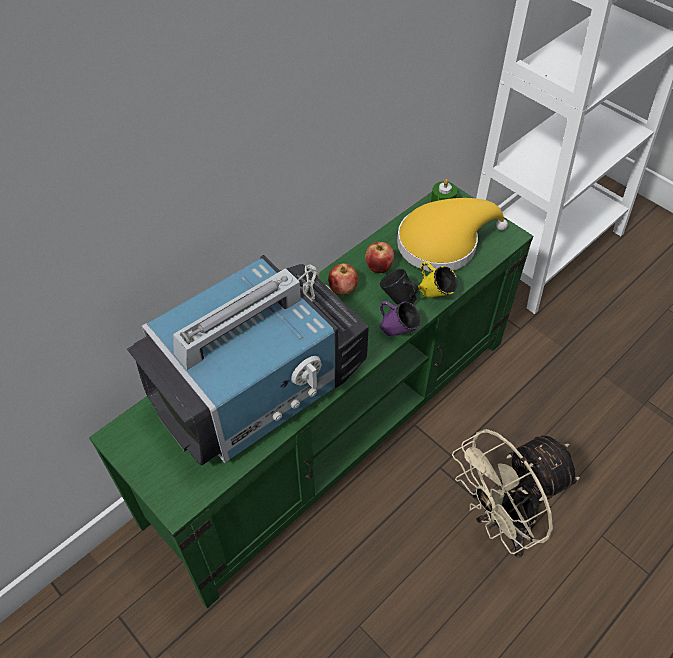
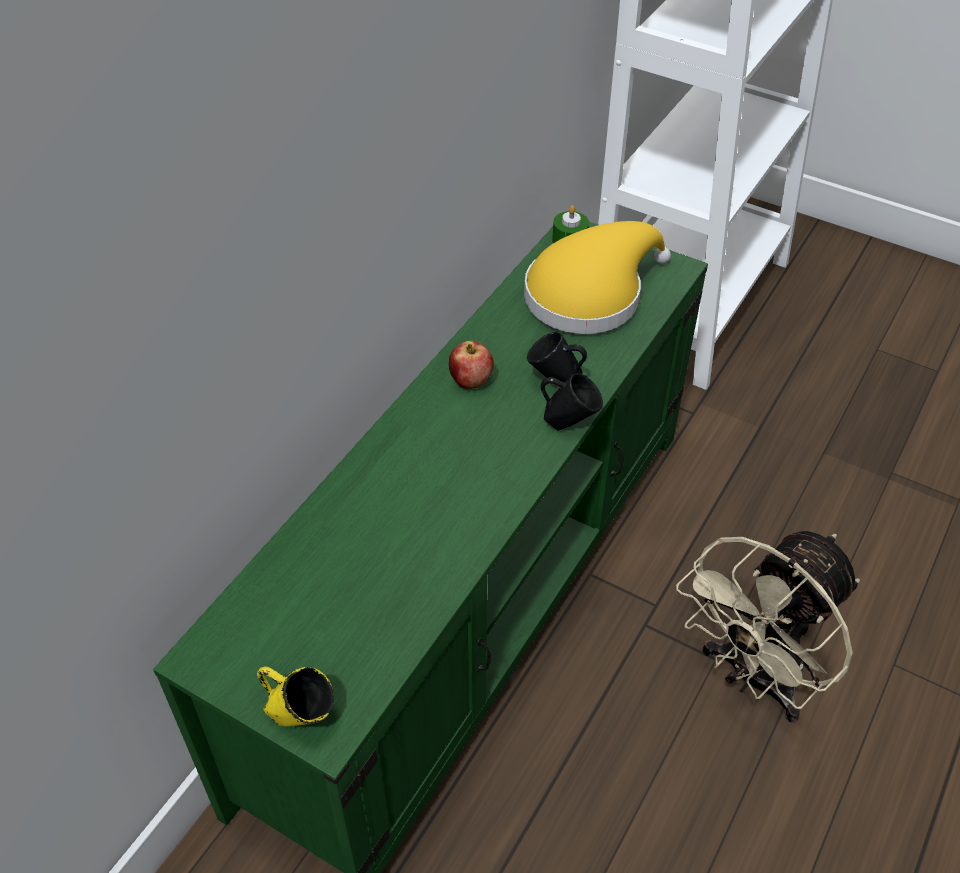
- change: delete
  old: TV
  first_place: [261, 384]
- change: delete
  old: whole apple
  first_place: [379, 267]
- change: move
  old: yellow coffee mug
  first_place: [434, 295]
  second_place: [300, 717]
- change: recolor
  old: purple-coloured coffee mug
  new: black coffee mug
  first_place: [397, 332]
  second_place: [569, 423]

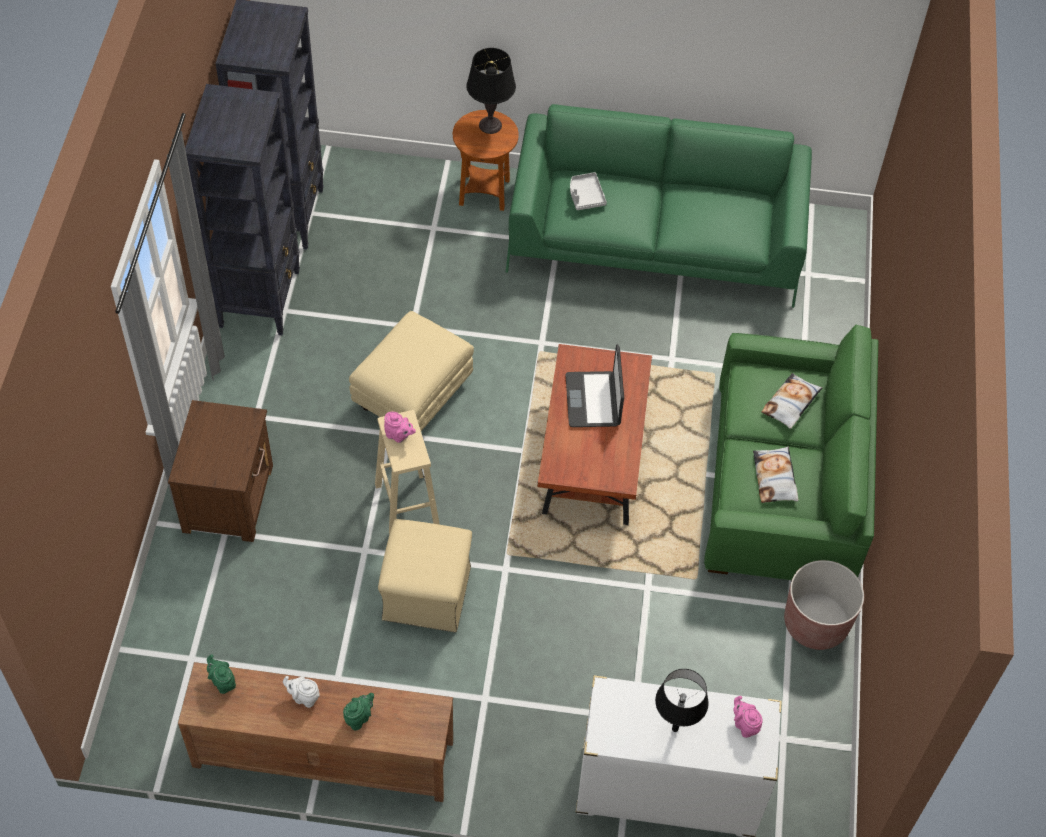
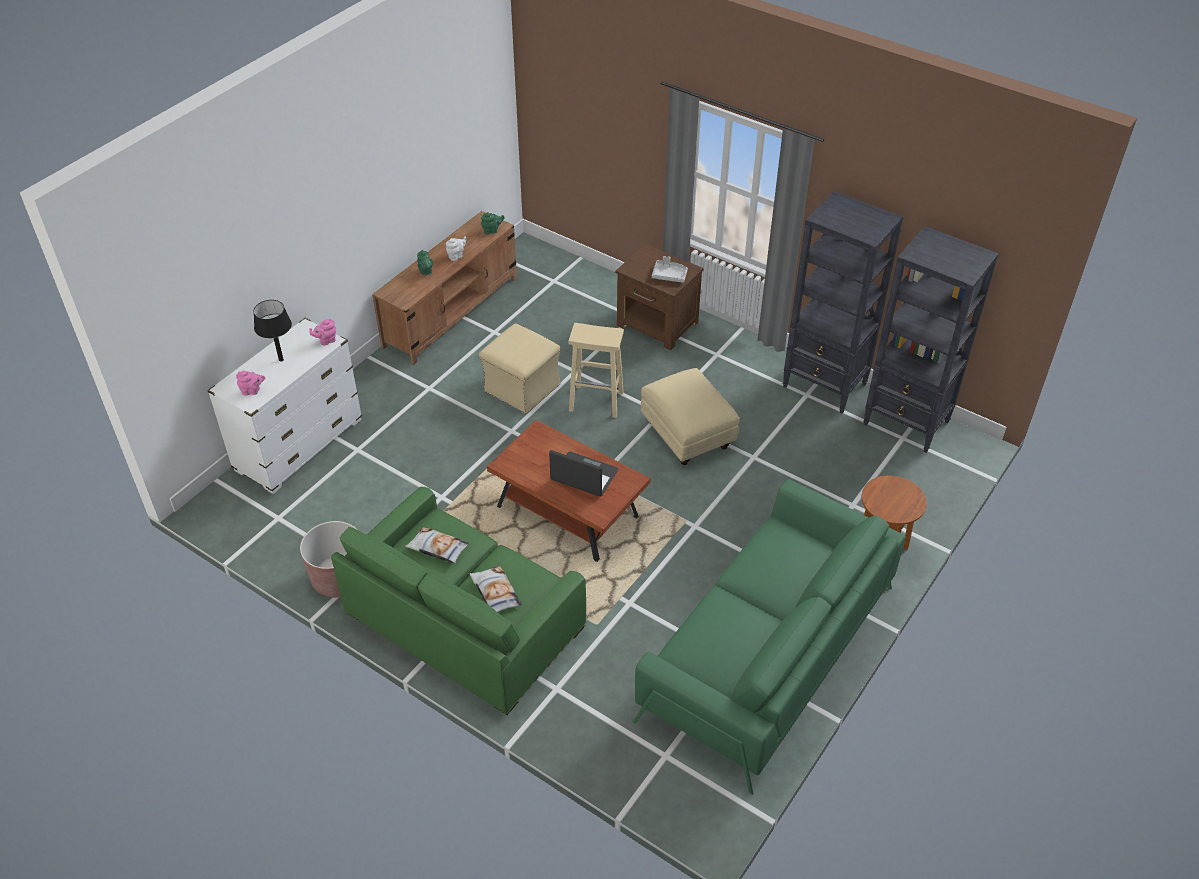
- change: delete
  old: black tabletop lamp
  first_place: [490, 125]
- change: move
  old: pink pot for tea
  first_place: [398, 436]
  second_place: [326, 340]
- change: move
  old: greyish serving tray
  first_place: [585, 196]
  second_place: [669, 275]

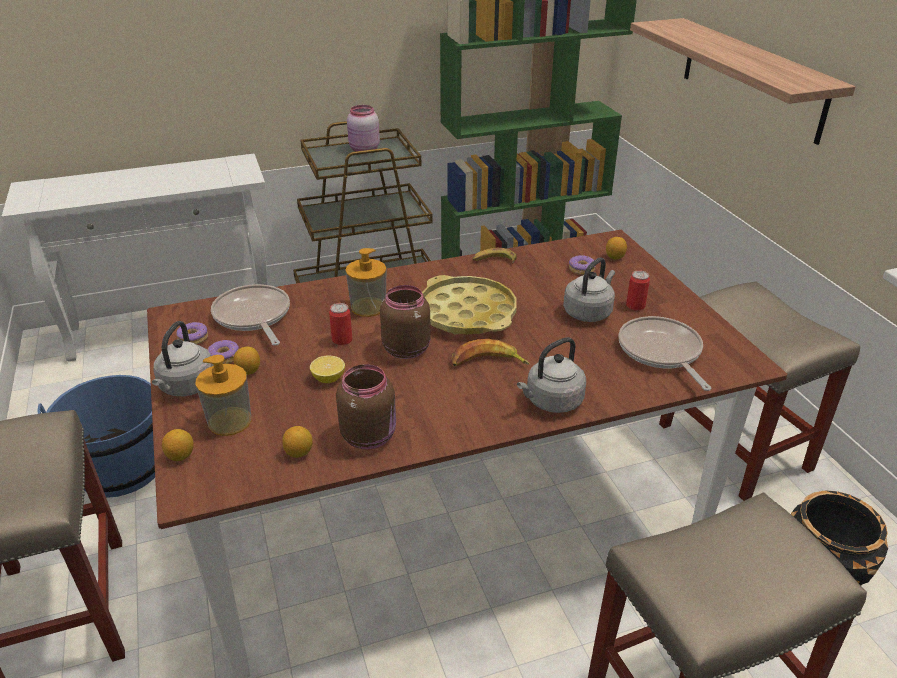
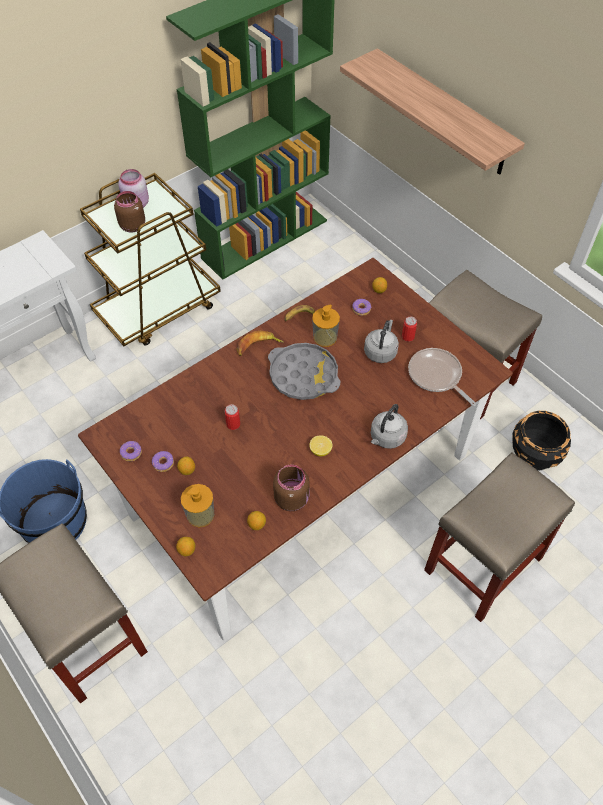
- change: delete
  old: greyish tea kettle
  first_place: [186, 387]
- change: delete
  old: pan
  first_place: [253, 317]
- change: move
  old: lemon
  first_place: [328, 378]
  second_place: [320, 450]
- change: move
  old: soap dispenser
  first_place: [368, 307]
  second_place: [325, 337]
- change: move
  old: brownish preserve jar
  first_place: [406, 349]
  second_place: [132, 225]
- change: move
  old: whole banana
  first_place: [487, 362]
  second_place: [258, 346]
- change: recolor
  old: yellow serving tray
  new: greyish serving tray
  first_place: [467, 313]
  second_place: [303, 375]

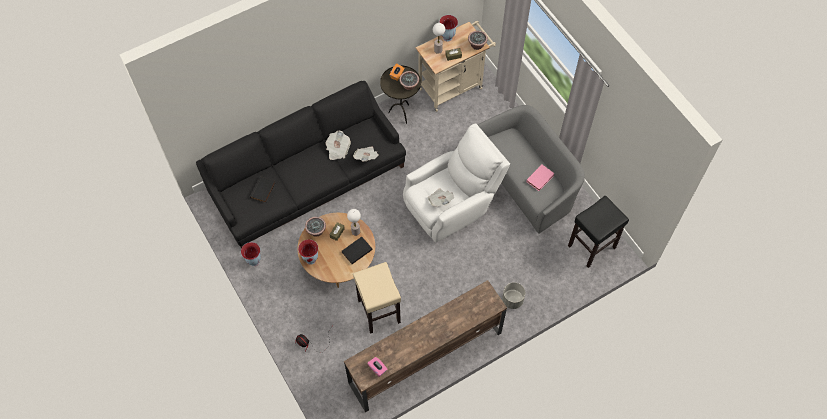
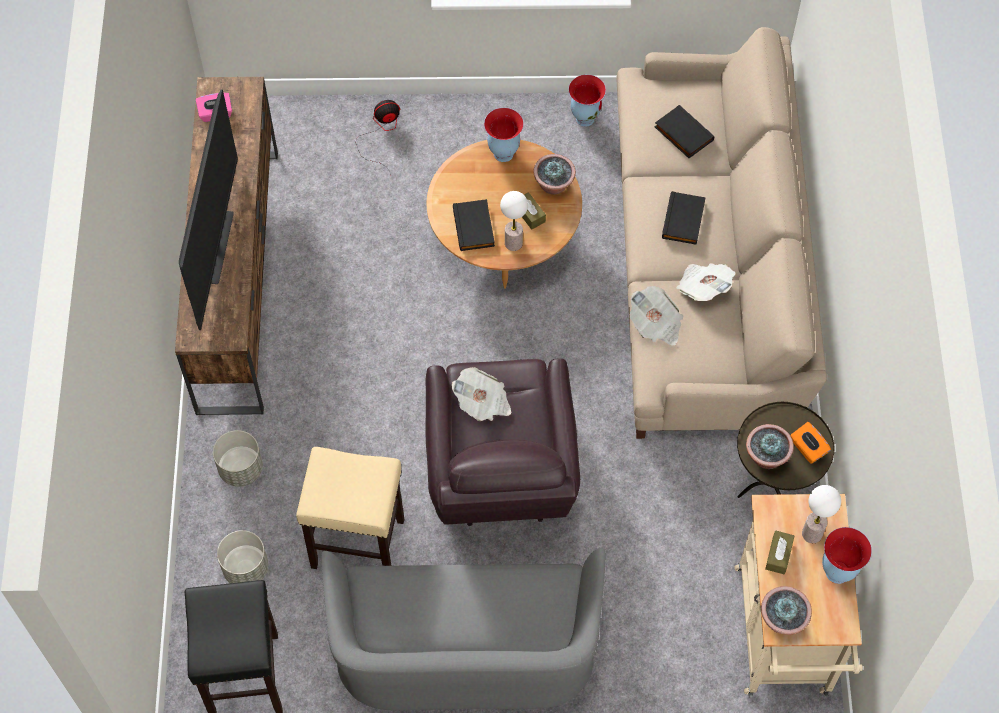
- change: delete
  old: pink volume
  first_place: [540, 179]
- change: insert
  new: TV
  second_place: [218, 247]
- change: insert
  new: greyish planter
  second_place: [246, 568]
- change: insert
  new: black volume
  second_place: [684, 220]
- change: move
  old: beige stool
  first_place: [378, 310]
  second_place: [359, 543]
- change: recolor
  old: black settee
  new: beige settee
  first_place: [307, 179]
  second_place: [705, 265]
- change: recolor
  old: white-coloured lounge chair
  new: brownish lounge chair
  first_place: [452, 203]
  second_place: [501, 478]

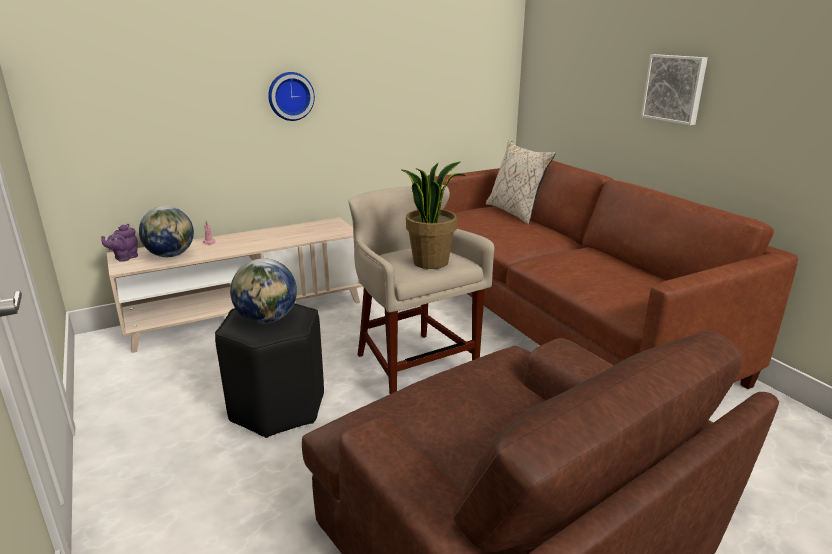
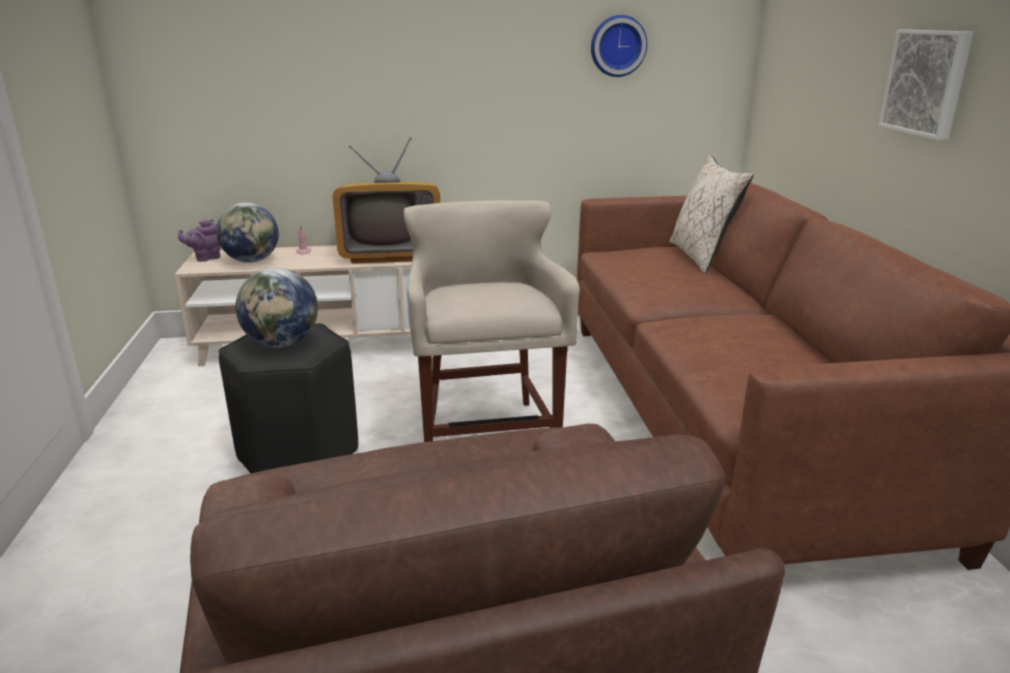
- change: delete
  old: plant in a pot
  first_place: [431, 262]
- change: insert
  new: TV
  second_place: [391, 253]
- change: move
  old: wall clock
  first_place: [290, 96]
  second_place: [617, 46]

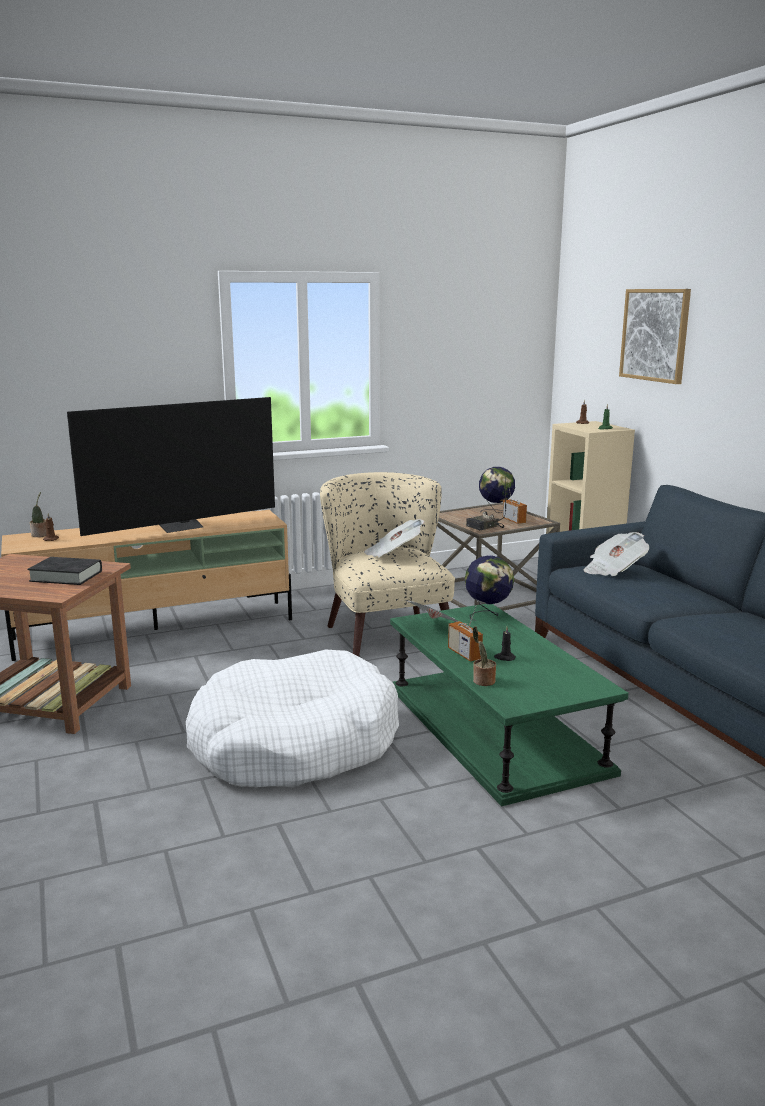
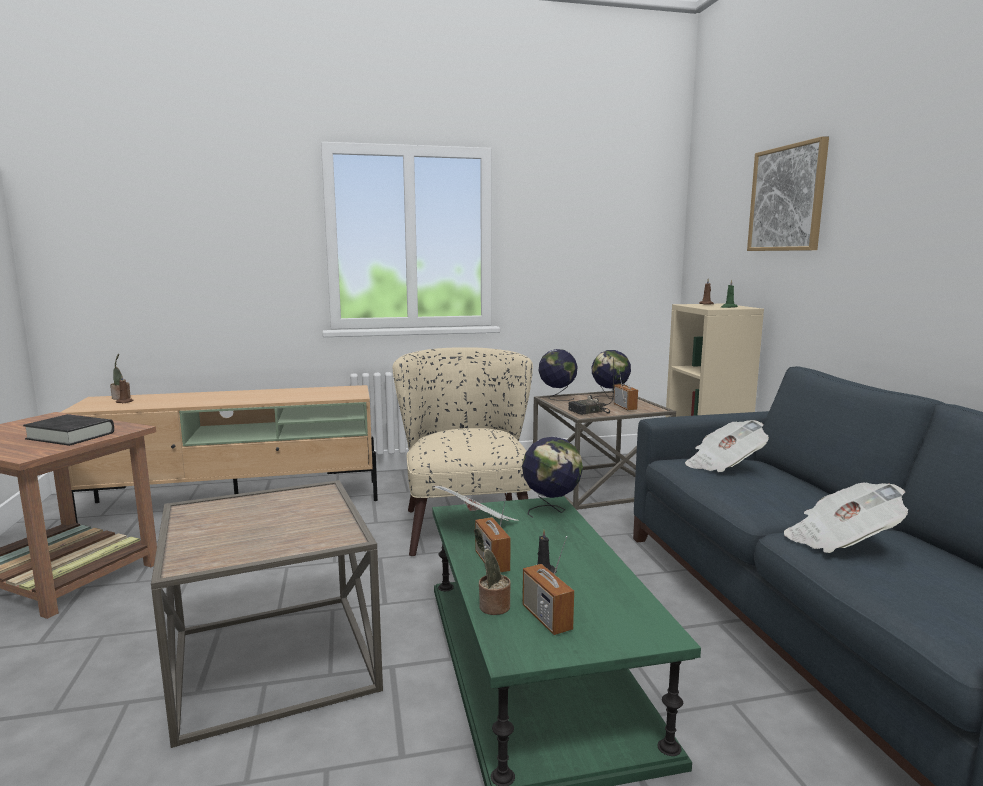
- change: delete
  old: TV
  first_place: [181, 527]
- change: insert
  new: radio set
  second_place: [546, 618]
- change: insert
  new: desk globe
  second_place: [557, 398]
- change: move
  old: newspaper
  first_place: [393, 553]
  second_place: [840, 541]
- change: replace
  old: white-coloured pet bed
  new: brownish accent table
  first_place: [294, 743]
  second_place: [275, 659]

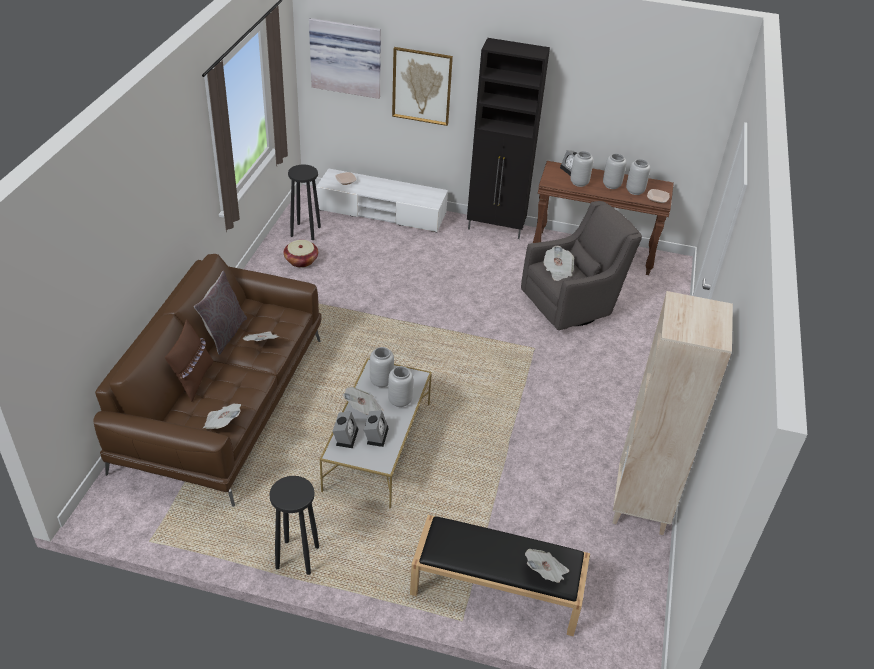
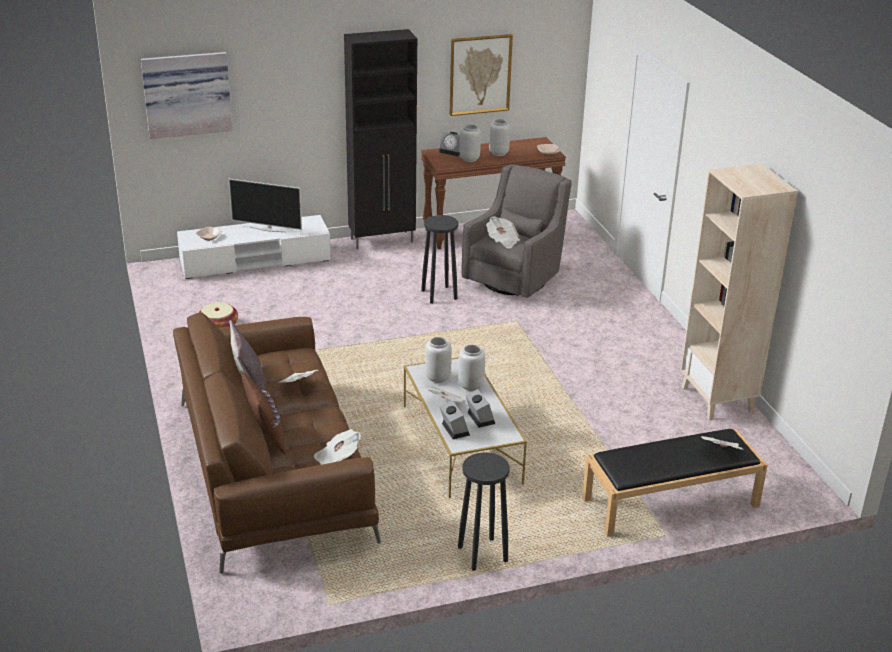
- change: delete
  old: greyish flower vase
  first_place: [635, 191]
- change: insert
  new: TV
  second_place: [268, 229]
- change: move
  old: black stool
  first_place: [306, 231]
  second_place: [439, 294]
- change: move
  old: wall picture
  first_place: [421, 86]
  second_place: [480, 74]

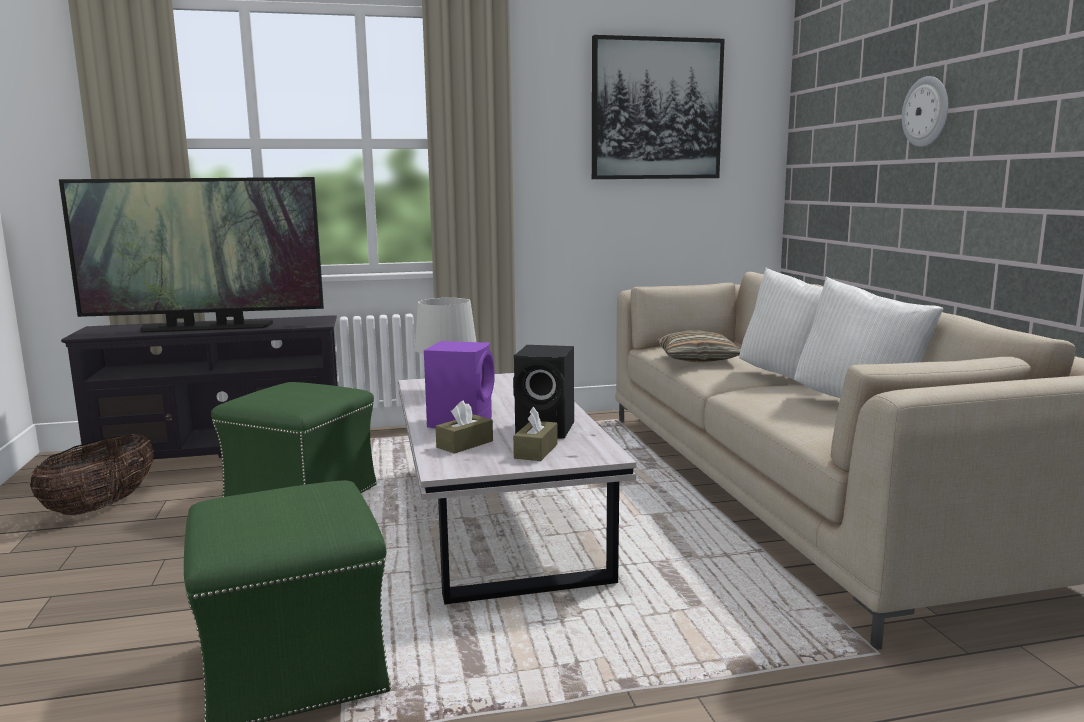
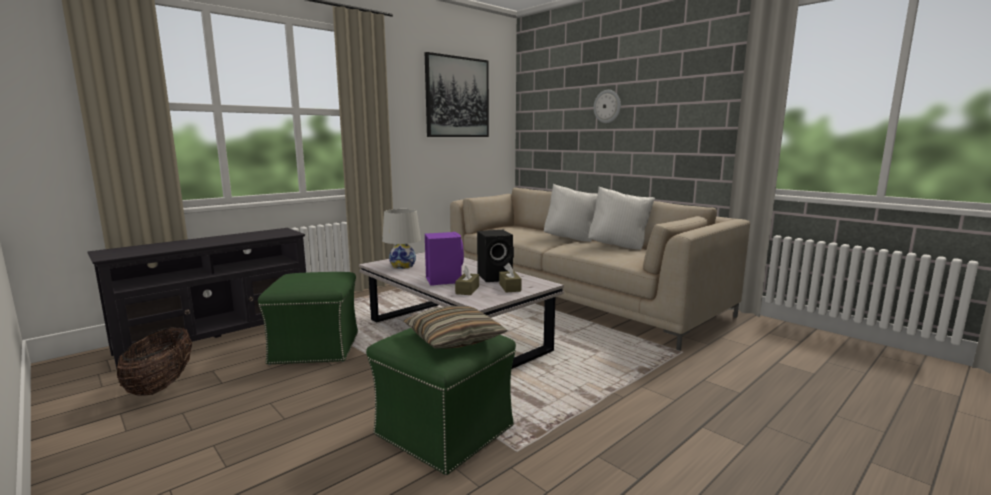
- change: delete
  old: TV
  first_place: [206, 328]
- change: move
  old: pillow
  first_place: [697, 359]
  second_place: [454, 338]

